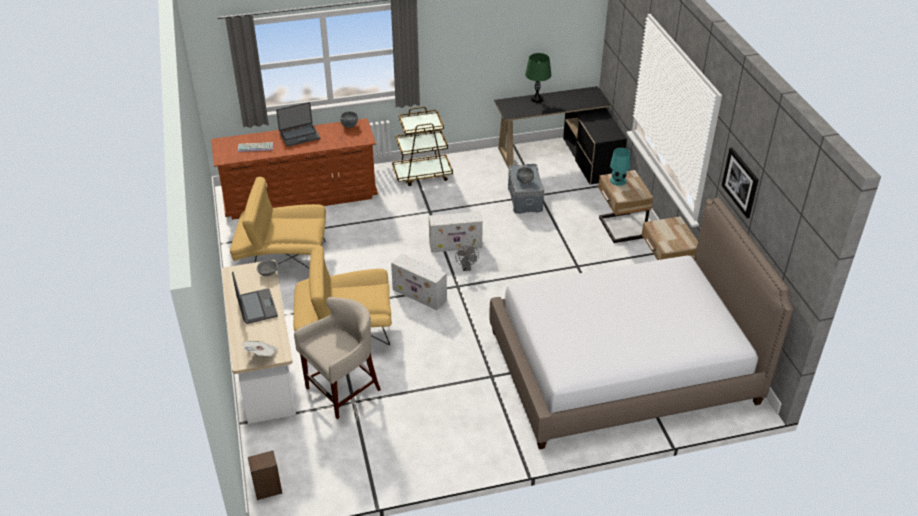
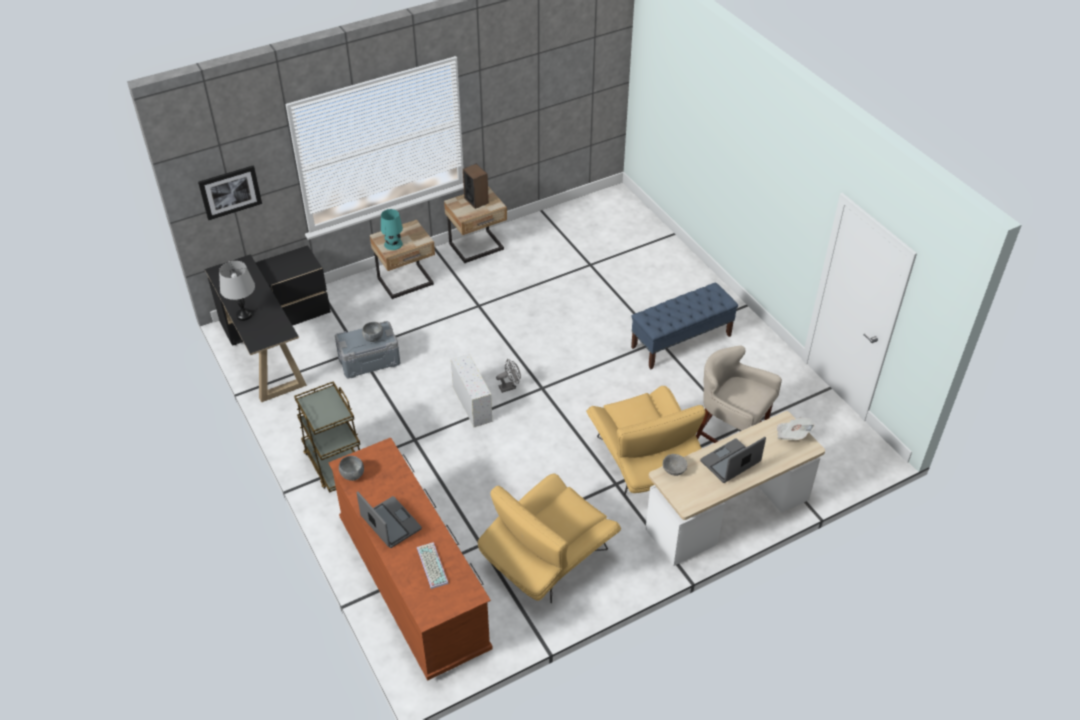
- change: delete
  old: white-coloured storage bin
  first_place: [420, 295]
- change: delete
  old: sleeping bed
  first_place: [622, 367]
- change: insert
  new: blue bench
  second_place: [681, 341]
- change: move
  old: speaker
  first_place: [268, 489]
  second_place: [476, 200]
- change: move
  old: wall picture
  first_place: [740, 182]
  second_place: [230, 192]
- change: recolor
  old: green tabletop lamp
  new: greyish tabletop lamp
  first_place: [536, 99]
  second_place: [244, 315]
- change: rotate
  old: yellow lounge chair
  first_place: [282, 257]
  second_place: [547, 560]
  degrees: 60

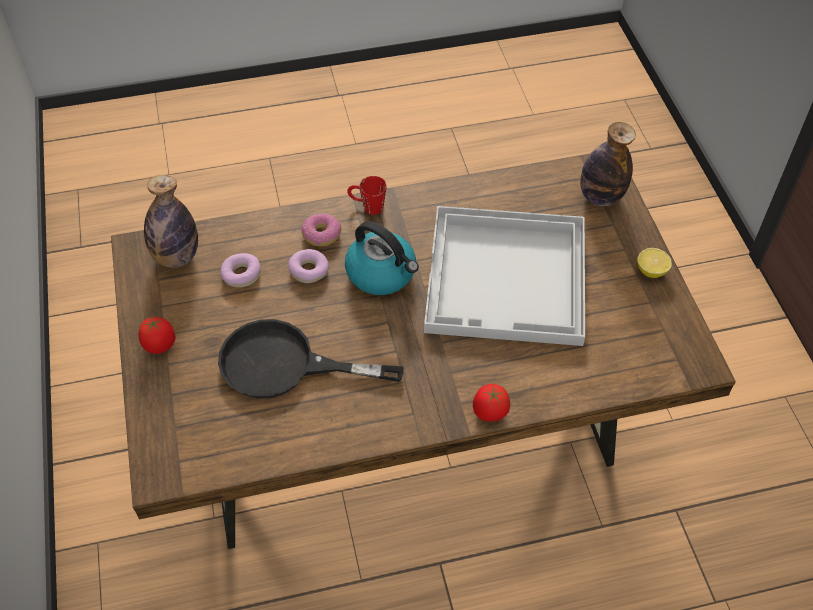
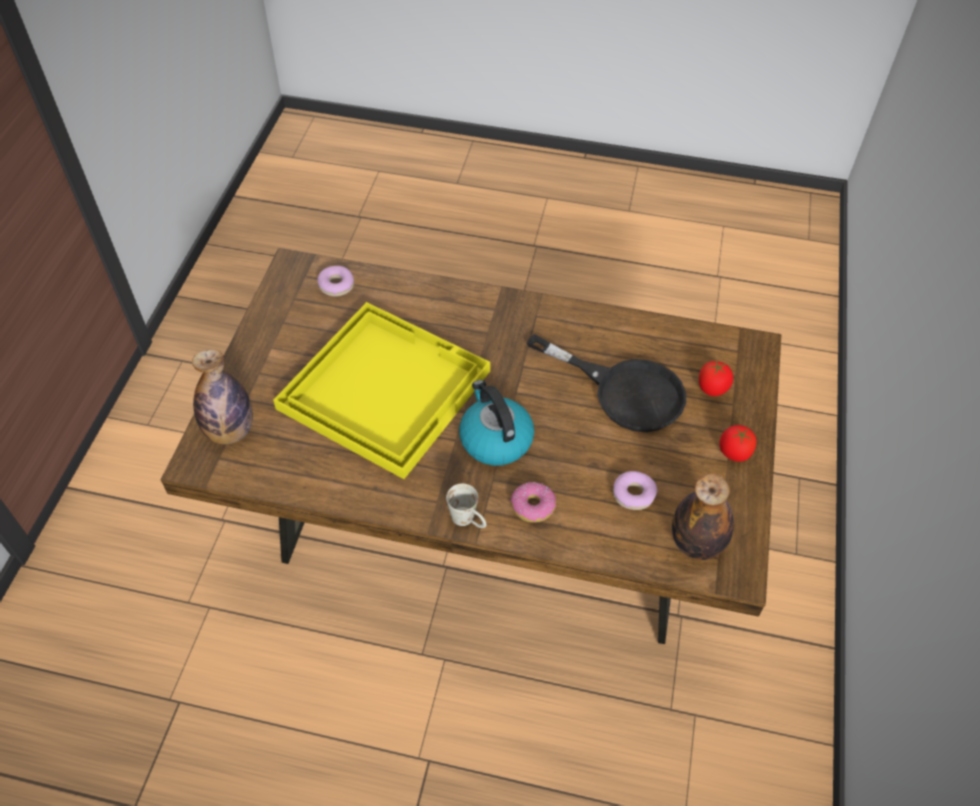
- change: delete
  old: lemon
  first_place: [651, 271]
- change: move
  old: doughnut
  first_place: [309, 270]
  second_place: [336, 285]
- change: move
  old: tomato
  first_place: [489, 412]
  second_place: [712, 388]
- change: recolor
  old: reddish coffee mug
  new: white-coloured coffee mug
  first_place: [367, 206]
  second_place: [468, 520]
- change: recolor
  old: white-coloured serving tray
  new: yellow serving tray
  first_place: [508, 279]
  second_place: [384, 388]

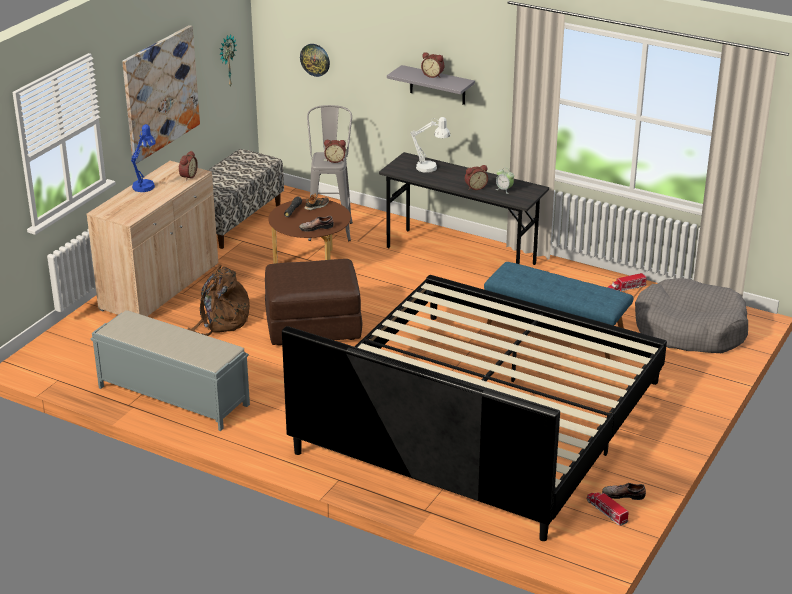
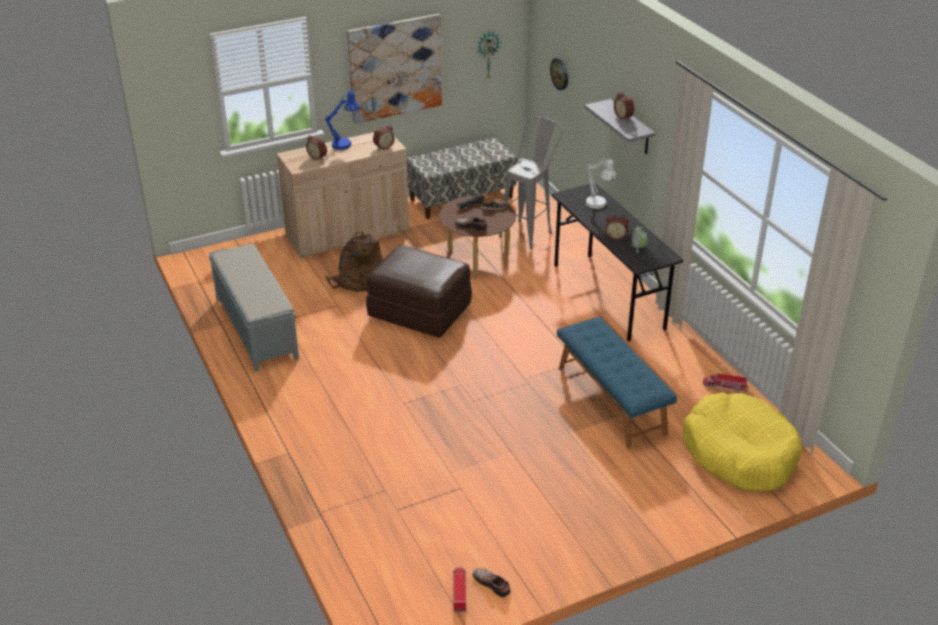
- change: delete
  old: sleeping bed
  first_place: [481, 417]
- change: move
  old: table clock
  first_place: [335, 160]
  second_place: [318, 157]
- change: recolor
  old: greyish pet bed
  new: yellow pet bed
  first_place: [689, 329]
  second_place: [739, 453]

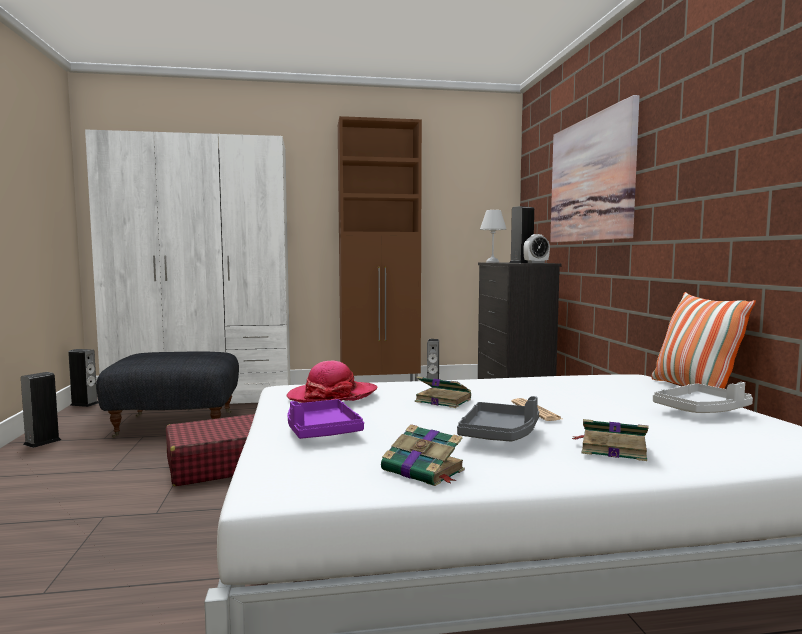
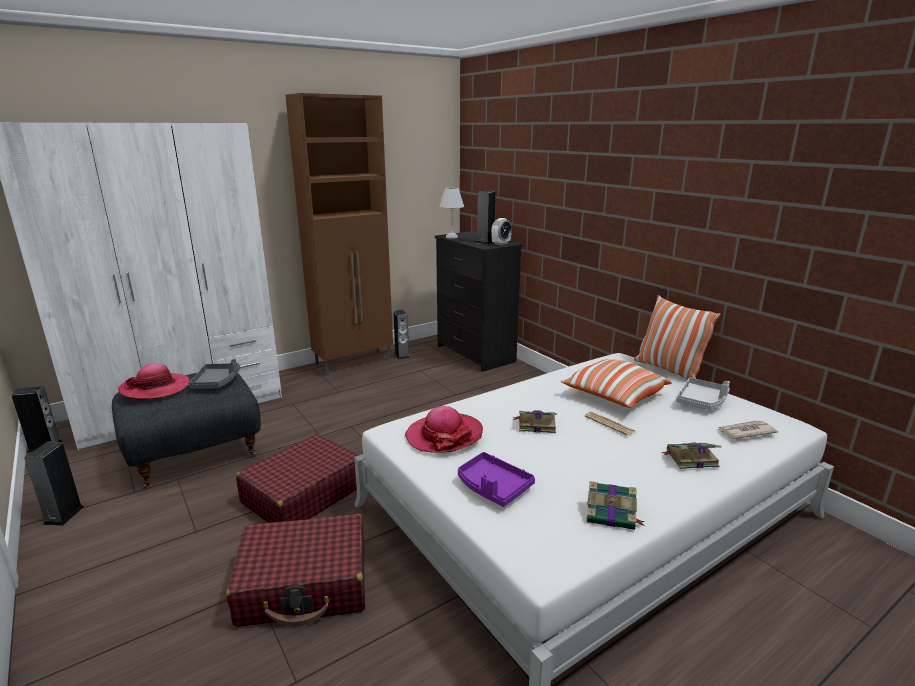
- change: delete
  old: wall picture
  first_place: [591, 179]
- change: insert
  new: hat
  second_place: [155, 388]
- change: insert
  new: reddish travel case
  second_place: [305, 584]
- change: insert
  new: pillow
  second_place: [614, 396]
- change: insert
  new: newspaper
  second_place: [745, 432]
- change: move
  old: greyish serving tray
  first_place: [500, 434]
  second_place: [216, 382]

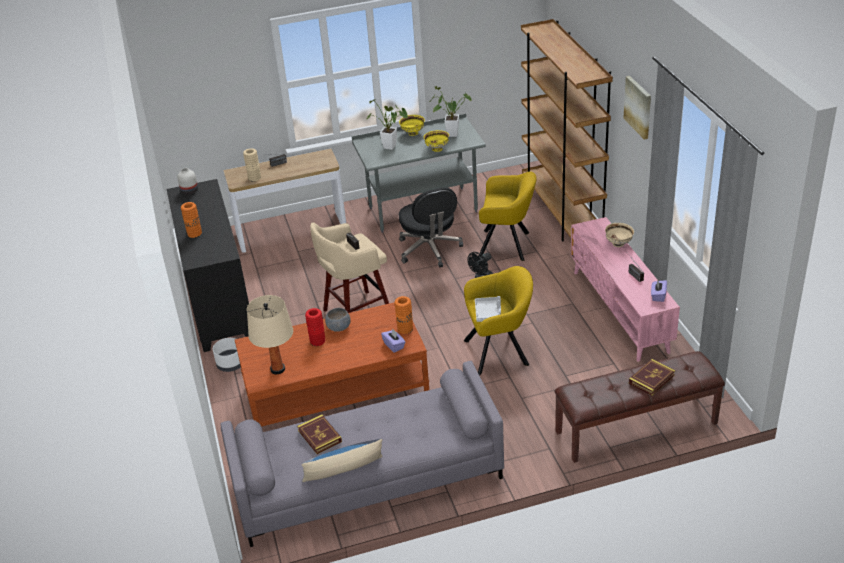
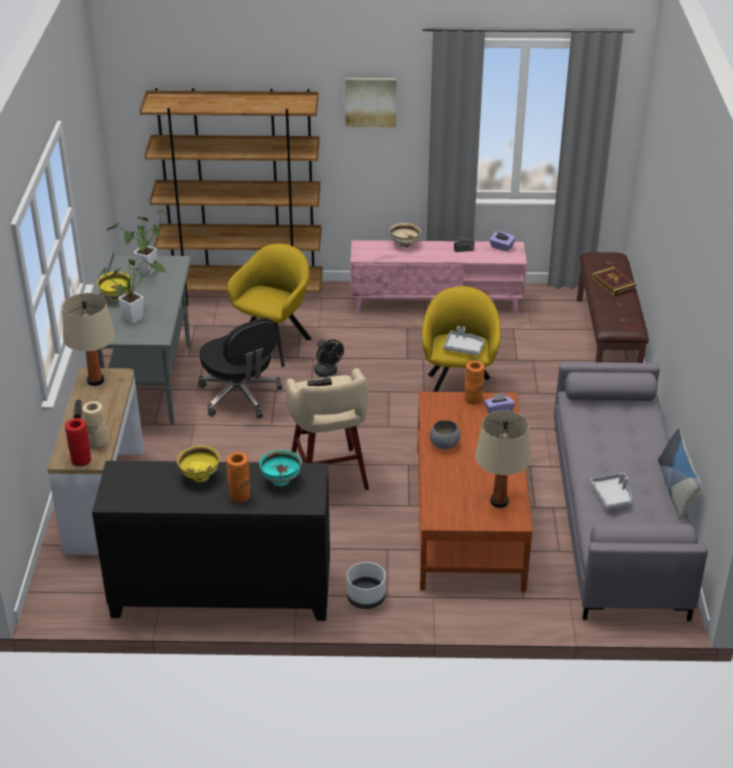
- change: delete
  old: white-coloured flower vase
  first_place: [189, 190]
- change: insert
  new: beige tabletop lamp
  second_place: [95, 380]
- change: insert
  new: blue-green bowl
  second_place: [280, 480]
- change: move
  old: reddish flower vase
  first_place: [317, 341]
  second_place: [81, 460]
- change: move
  old: yellow bowl
  first_place: [437, 149]
  second_place: [200, 477]
- change: replace
  old: volume
  new: greyish serving tray
  first_place: [319, 436]
  second_place: [612, 496]
- change: rotate
  old: black office chair
  first_place: [429, 250]
  second_place: [240, 396]
  degrees: 60

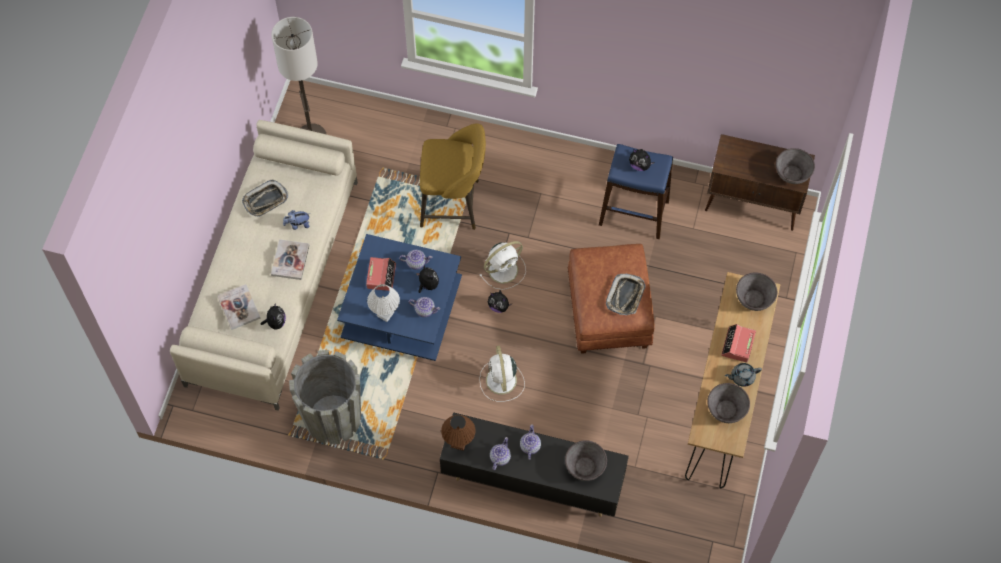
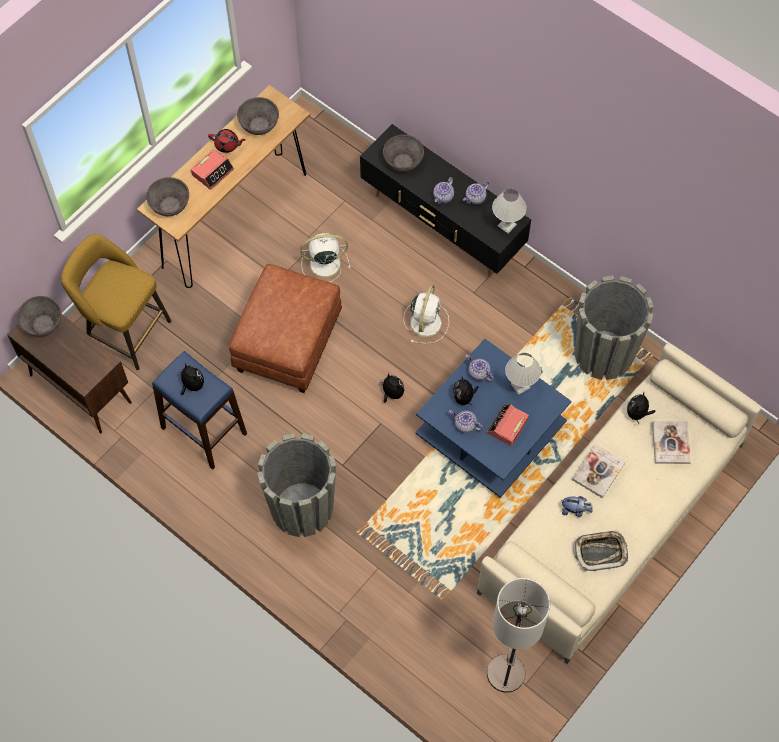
- change: delete
  old: serving tray
  first_place: [625, 296]
- change: insert
  new: greyish planter
  second_place: [302, 508]
- change: move
  old: yellow stool
  first_place: [454, 204]
  second_place: [125, 331]
- change: move
  old: white-coloured fan
  first_place: [504, 269]
  second_place: [323, 264]
- change: recolor
  old: brownish tabletop lamp
  new: white-coloured tabletop lamp
  first_place: [459, 443]
  second_place: [507, 225]
- change: recolor
  old: greyish pot for tea
  new: reddish pot for tea
  first_place: [742, 377]
  second_place: [227, 145]

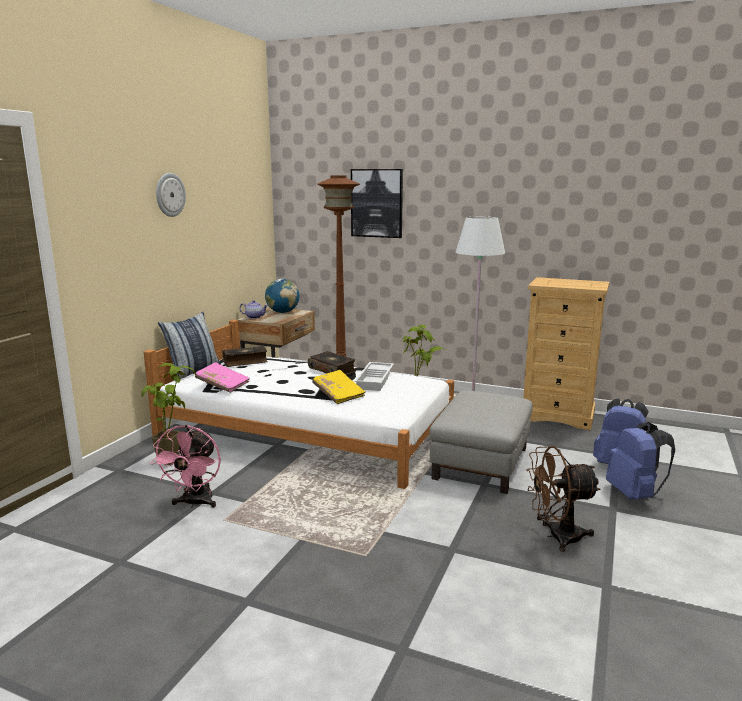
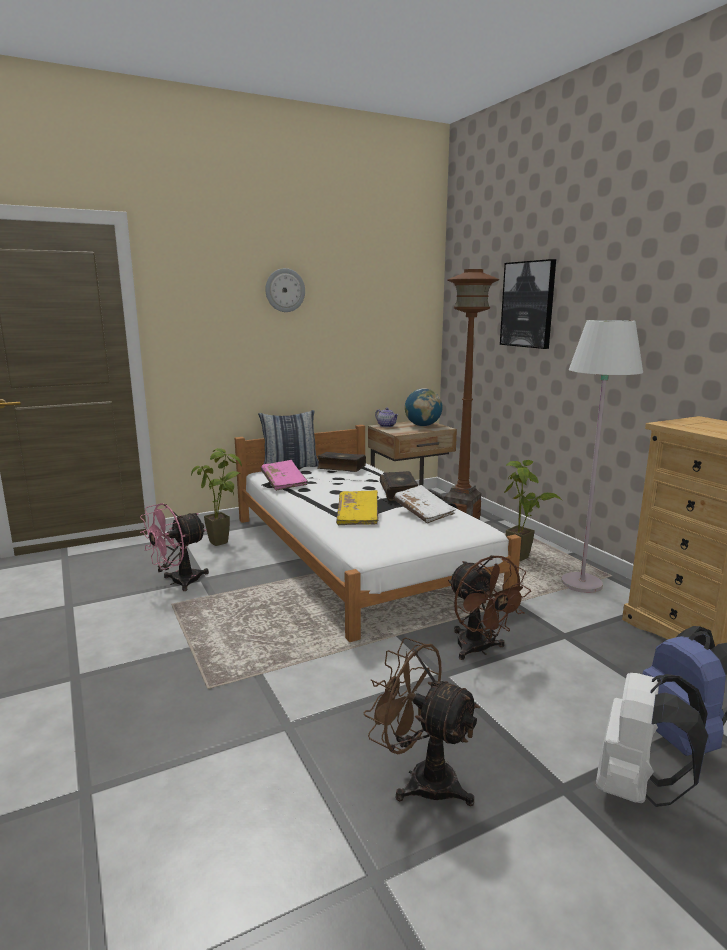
- change: replace
  old: white-coloured serving tray
  new: white-coloured volume
  first_place: [375, 380]
  second_place: [423, 513]
- change: replace
  old: greyish ottoman
  new: brownish fan
  first_place: [480, 463]
  second_place: [479, 650]
- change: recolor
  old: blue backpack
  new: white-coloured backpack
  first_place: [634, 494]
  second_place: [636, 788]

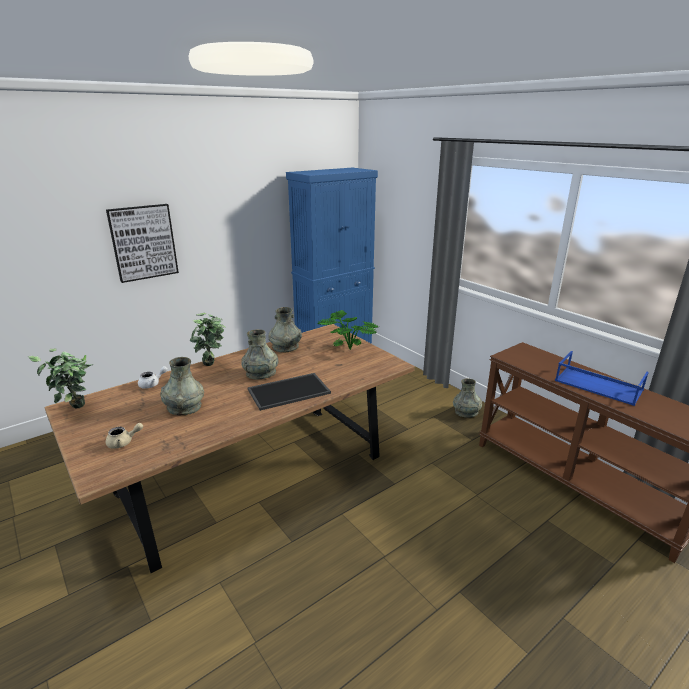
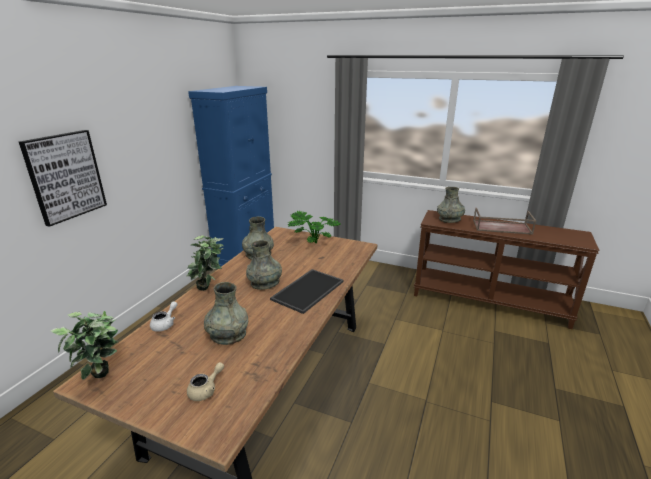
- change: move
  old: greyish flower vase
  first_place: [466, 412]
  second_place: [449, 219]
- change: recolor
  old: blue serving tray
  new: brownish serving tray
  first_place: [597, 385]
  second_place: [501, 227]

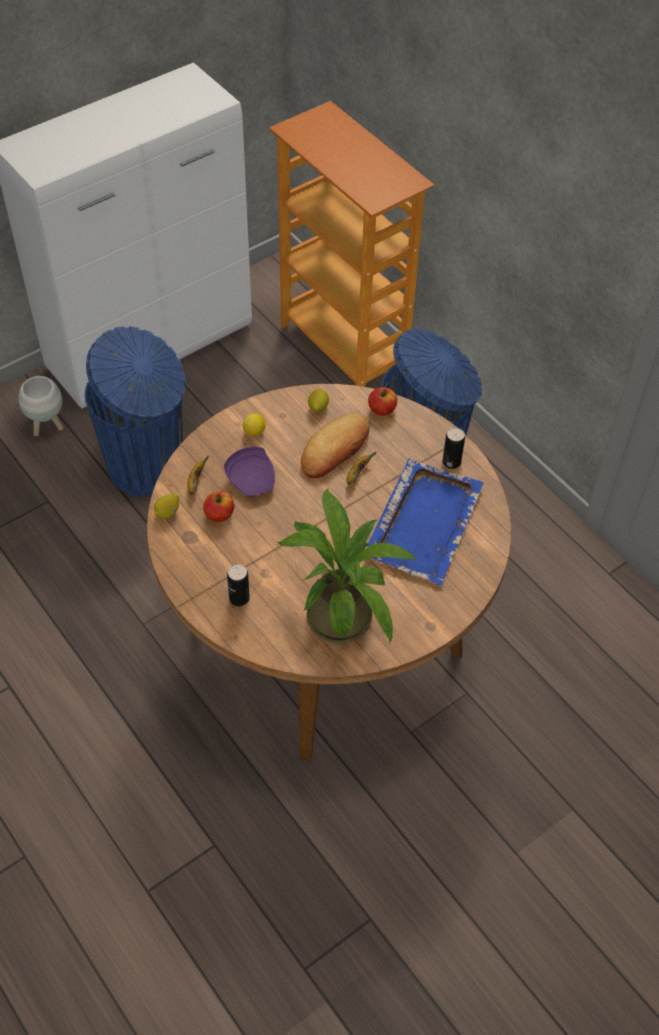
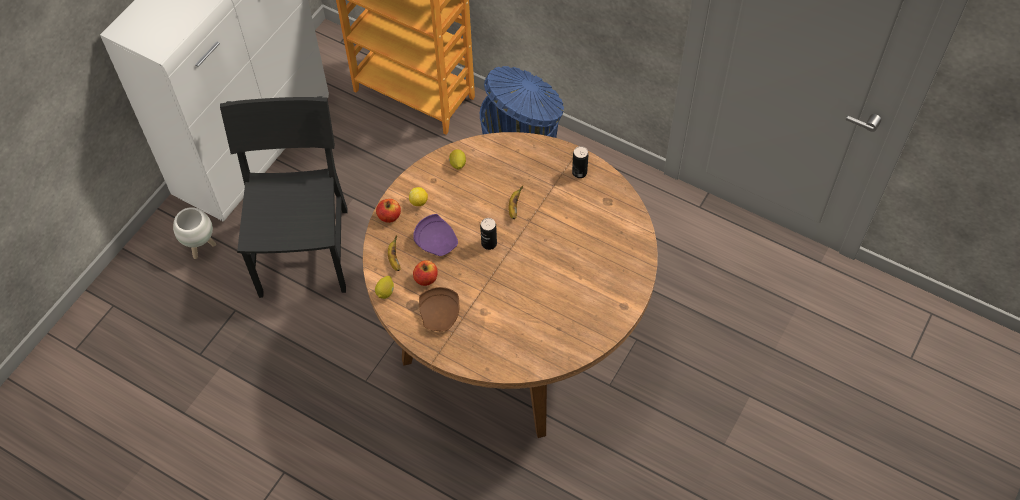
- change: delete
  old: plant in a pot
  first_place: [340, 611]
- change: delete
  old: bread
  first_place: [335, 449]
- change: delete
  old: blue serving tray
  first_place: [424, 522]
- change: insert
  new: brownish plate
  second_place: [440, 314]
- change: move
  old: can
  first_place: [239, 598]
  second_place: [489, 243]
- change: move
  old: whole apple
  first_place: [382, 409]
  second_place: [389, 216]
- change: replace
  old: blue waste bin
  new: black plain chair
  first_place: [148, 468]
  second_place: [304, 252]

